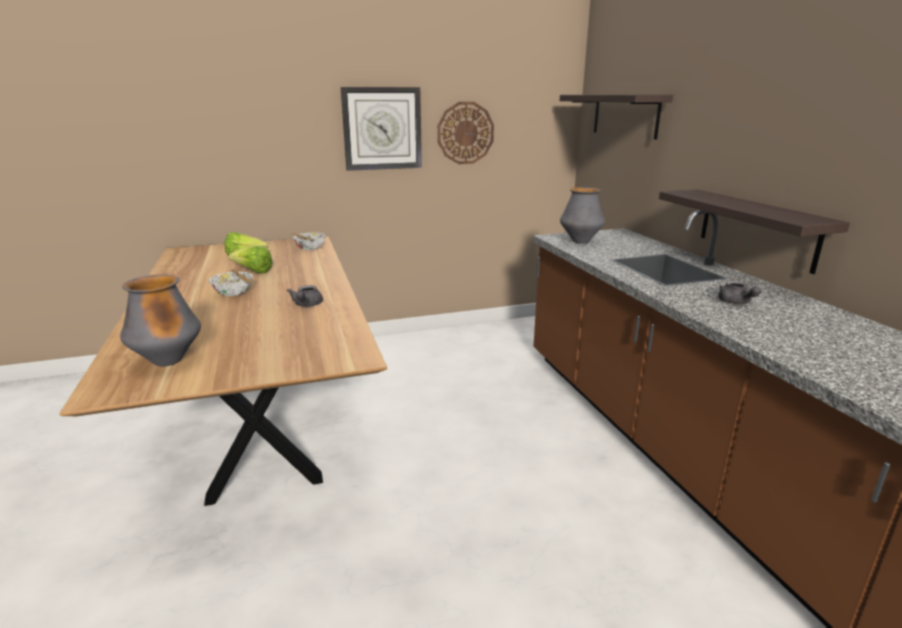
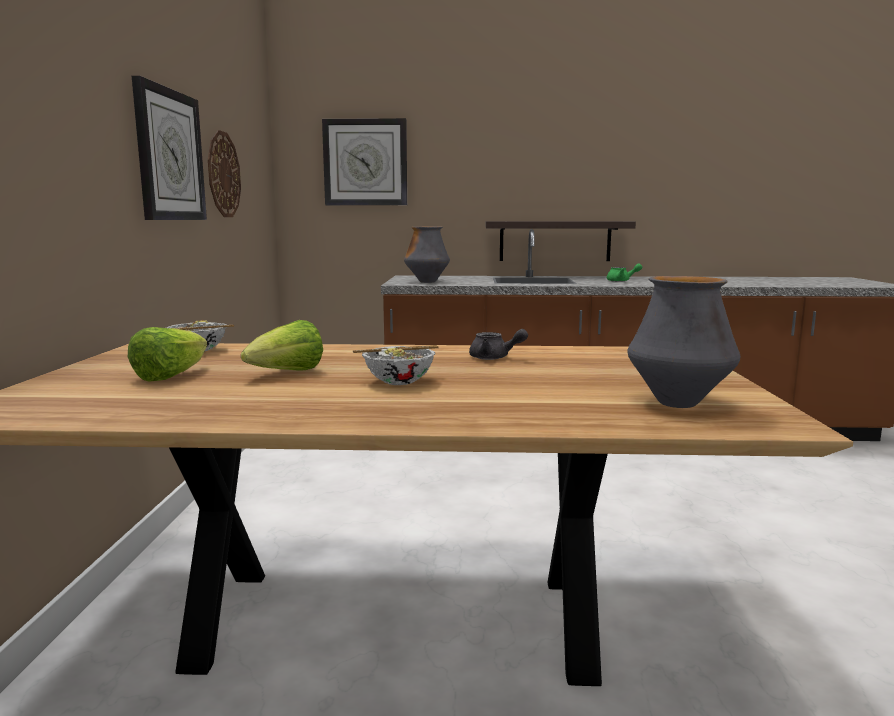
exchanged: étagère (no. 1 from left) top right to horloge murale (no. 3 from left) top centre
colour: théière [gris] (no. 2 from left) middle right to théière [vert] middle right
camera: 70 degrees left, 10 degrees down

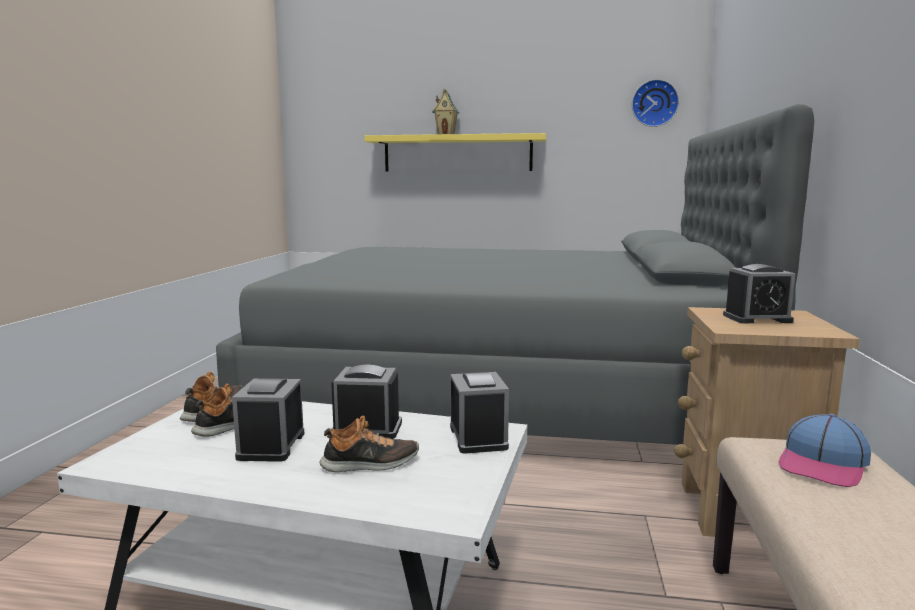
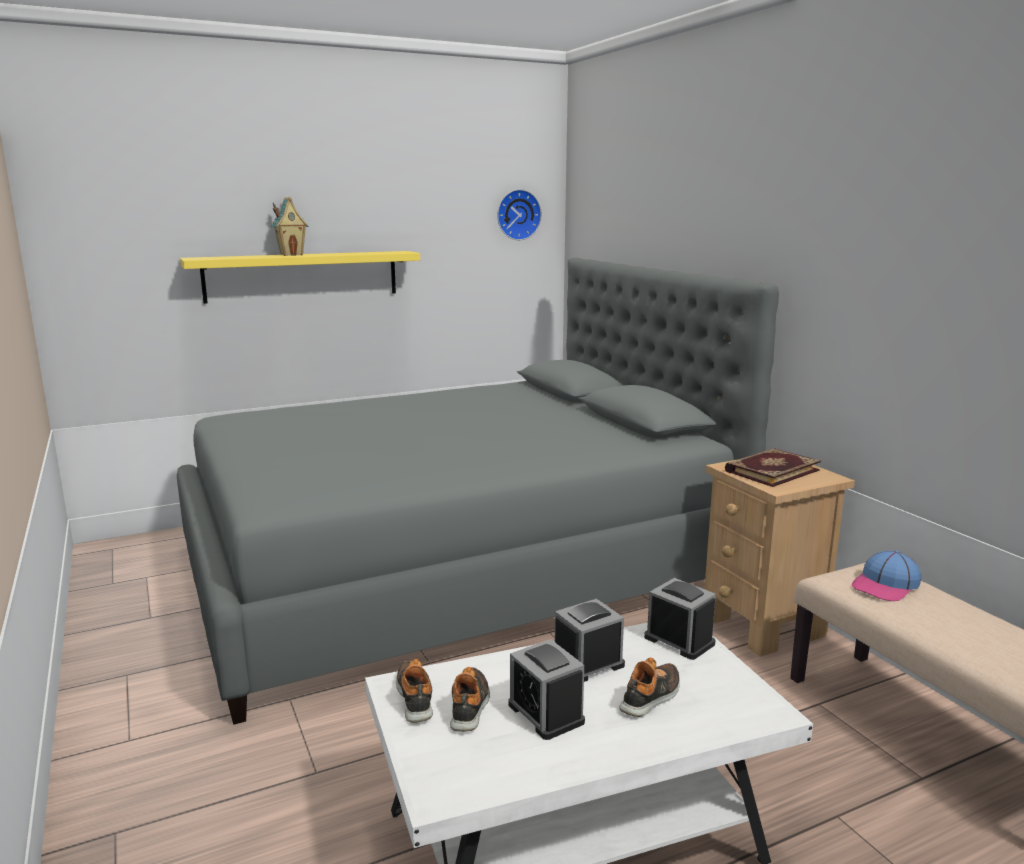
exchanged: réveil (no. 4 from left) middle right to livre middle right
spun: casquette bottom right = middle right 45 degrees clockwise
camera: 35 degrees left, 5 degrees up

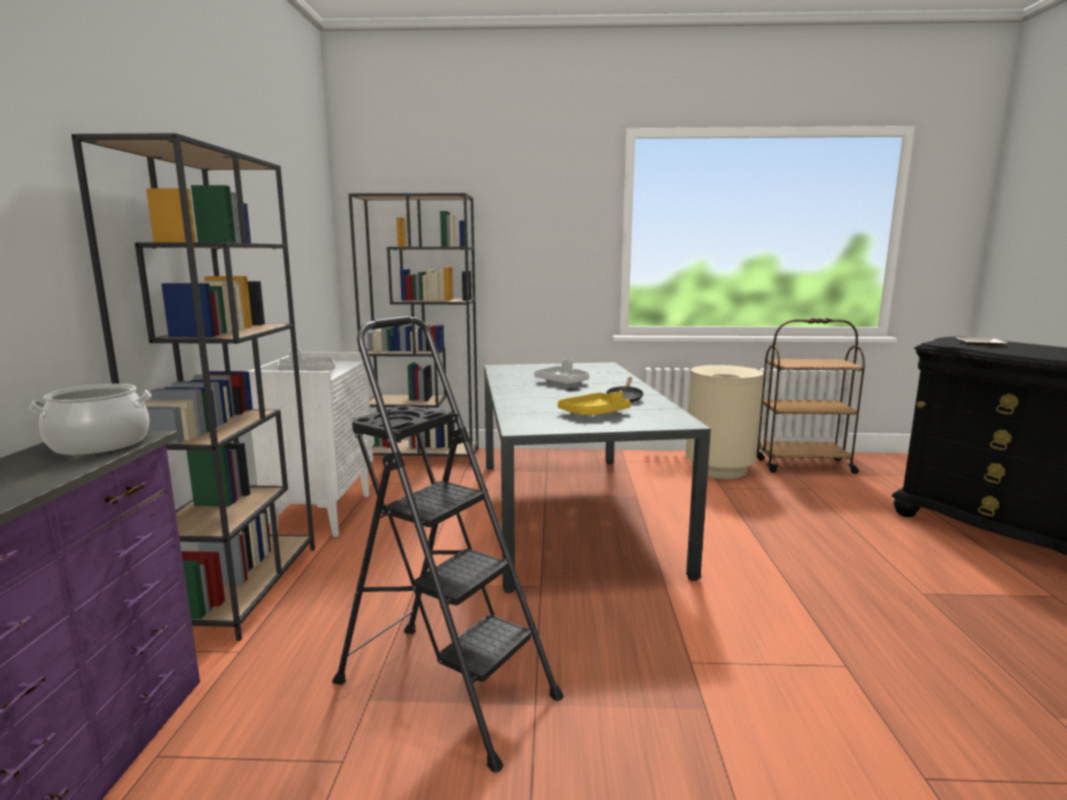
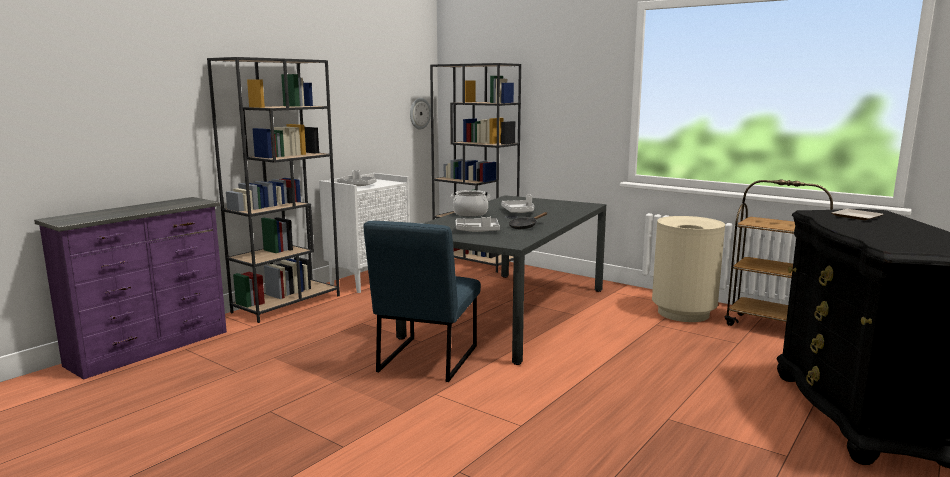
missing: escabeau bottom centre
appeared: chaise [bleu] centre; horloge murale top centre
relocated: marmite middle left to centre
colour: plateau [jaune] centre to plateau [gris] (no. 2 from left) centre
camera: 35 degrees right, 0 degrees up

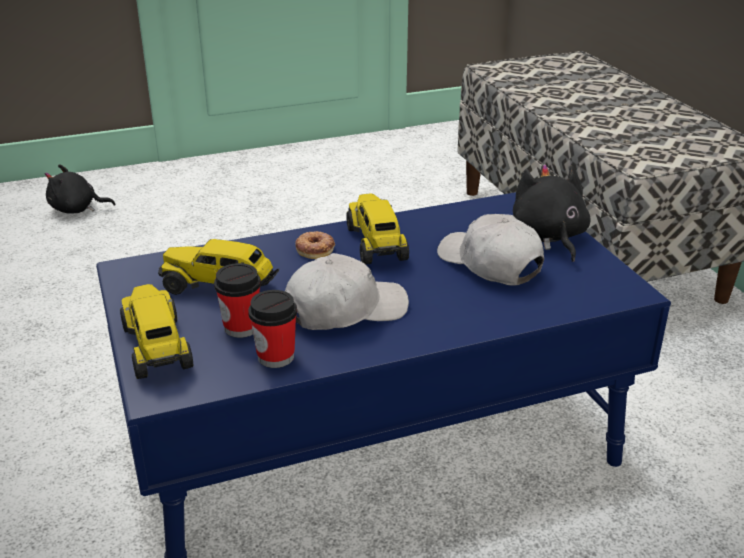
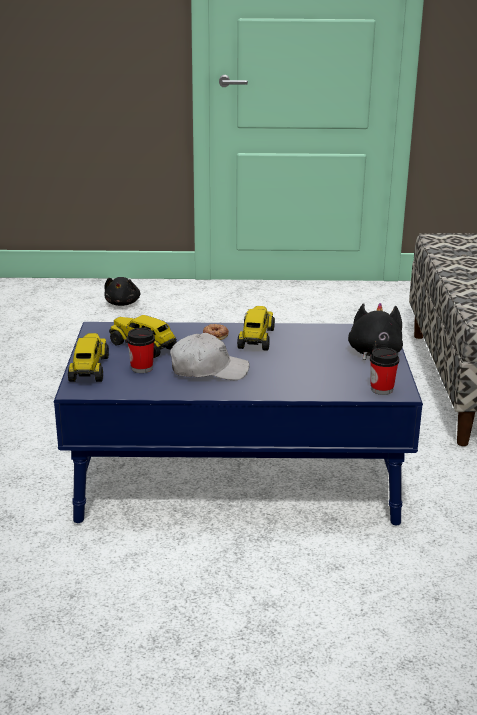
missing: casquette [blanc] (no. 2 from left) centre
relocated: tasse (no. 2 from left) centre to middle right
spun: peluche [noir] (no. 1 from left) middle left = middle left 105 degrees counterclockwise
camera: 20 degrees right, 5 degrees down

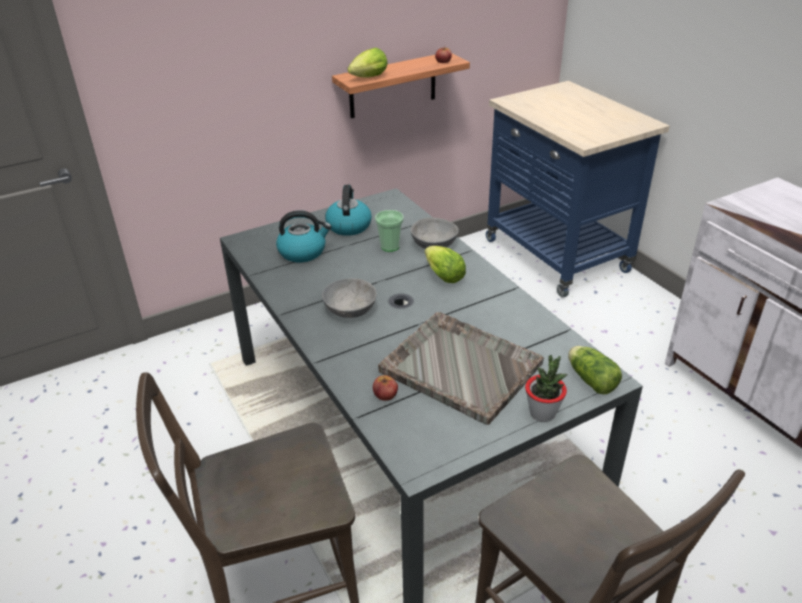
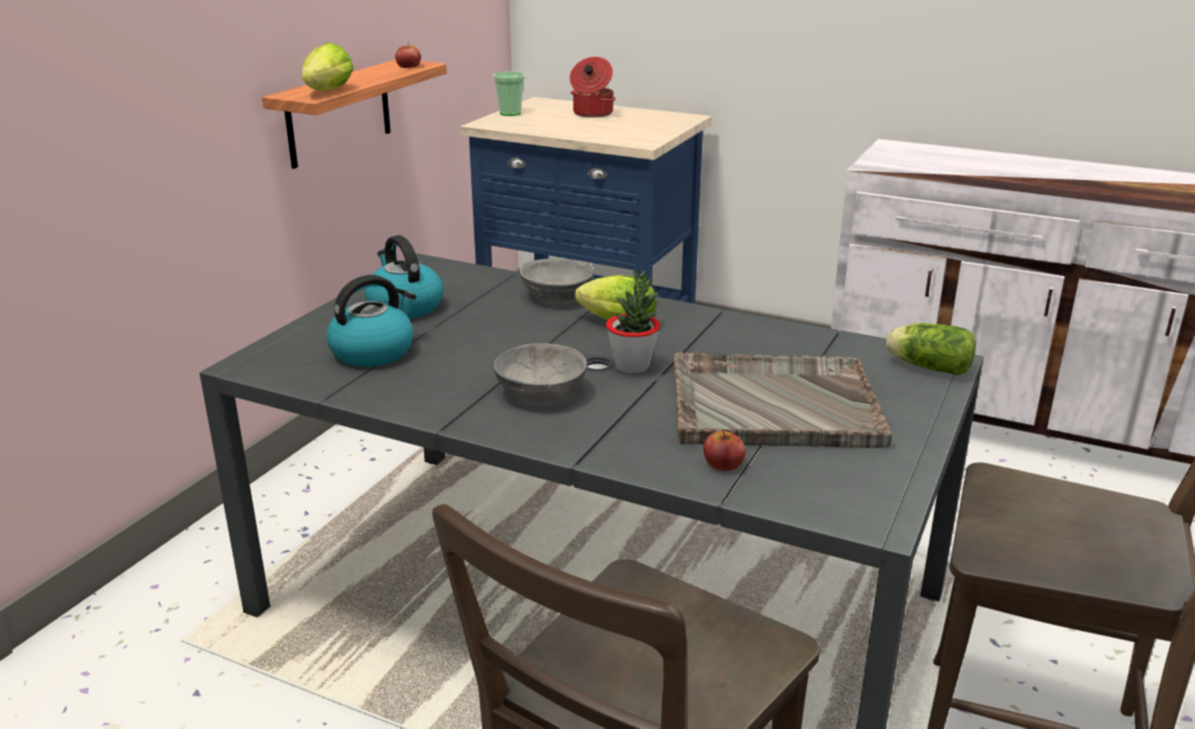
appeared: marmite top centre
relocated: tasse centre to top centre; plante en pot middle right to centre
camera: 35 degrees left, 10 degrees down

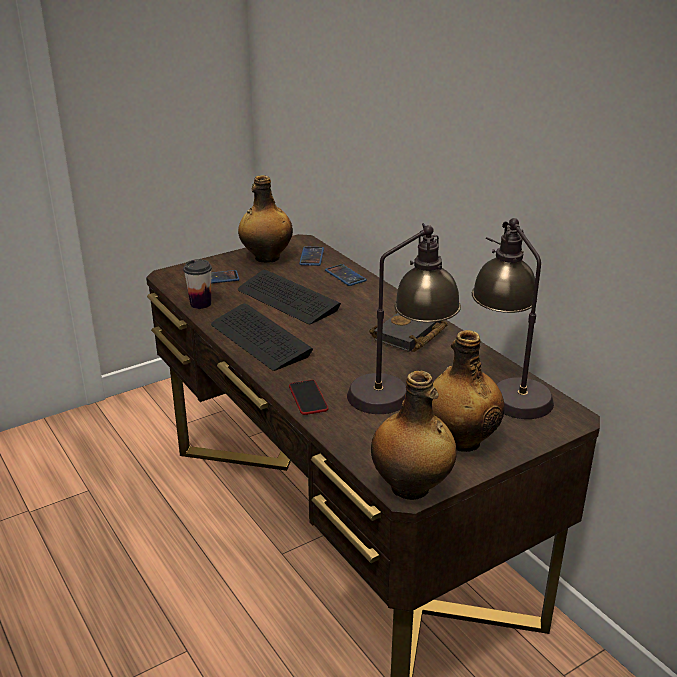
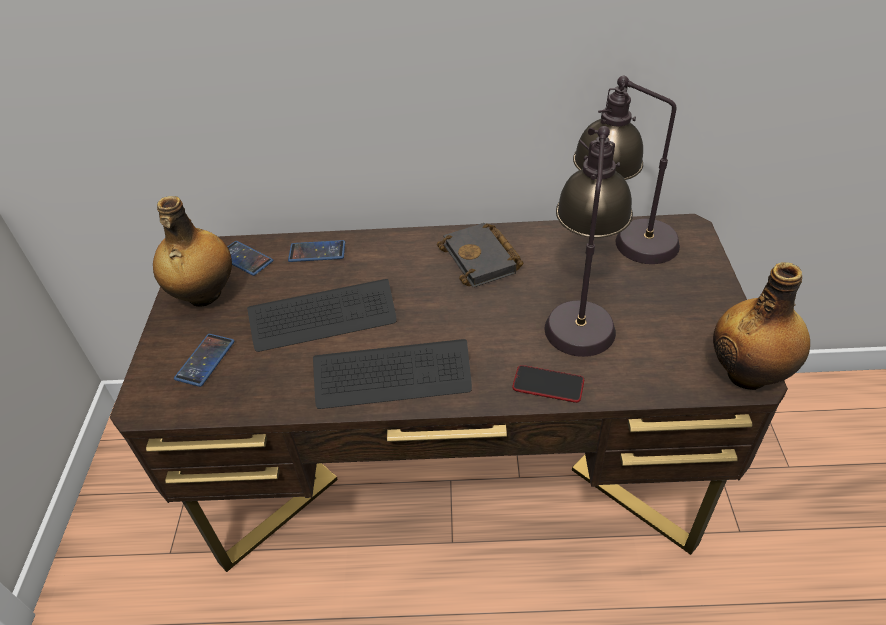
missing: tasse middle left; bouteille (no. 3 from left) middle right
camera: 55 degrees left, 15 degrees up

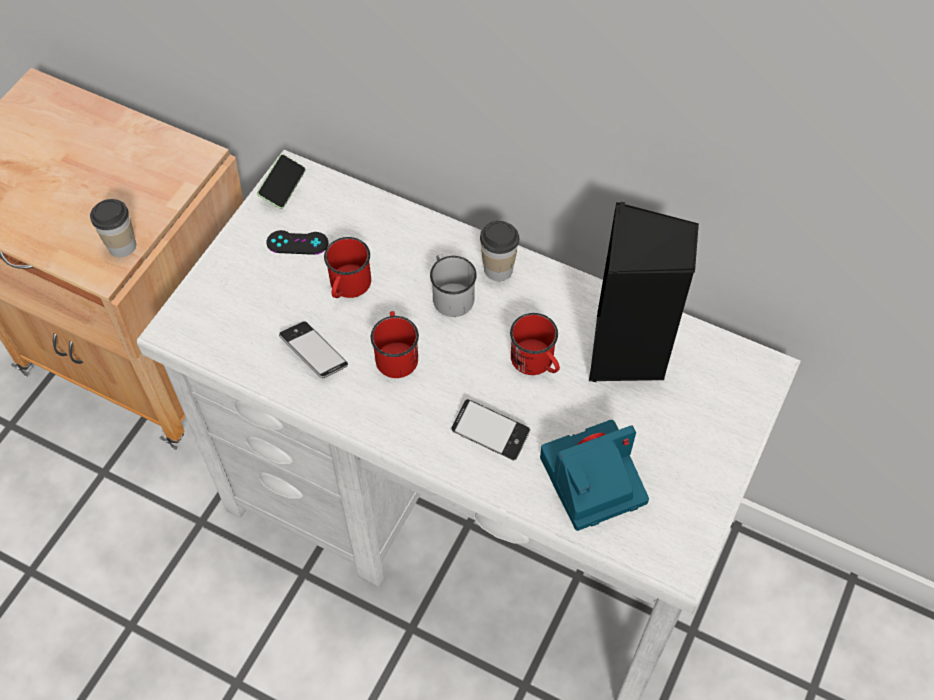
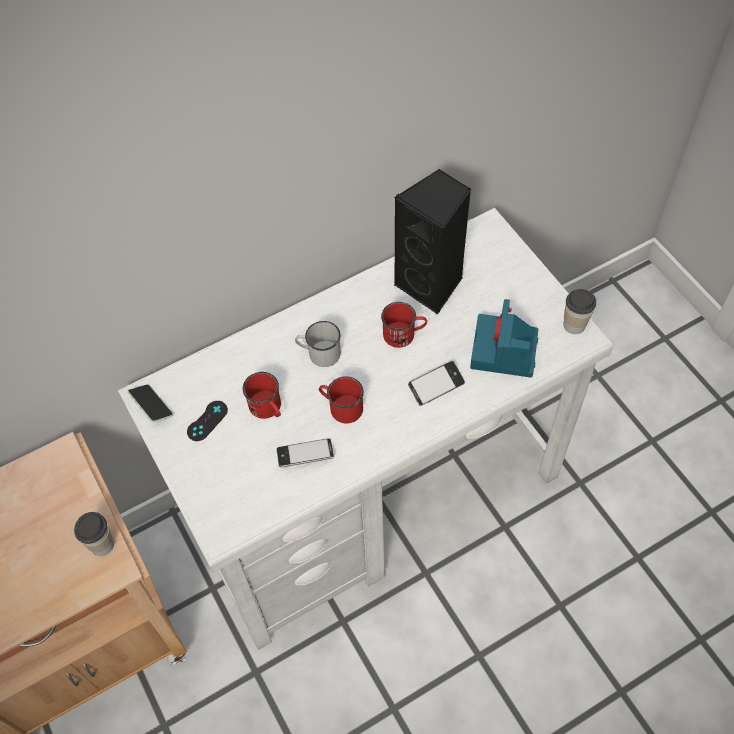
relocated: tasse (no. 2 from left) centre to middle right
camera: 55 degrees left, 0 degrees up

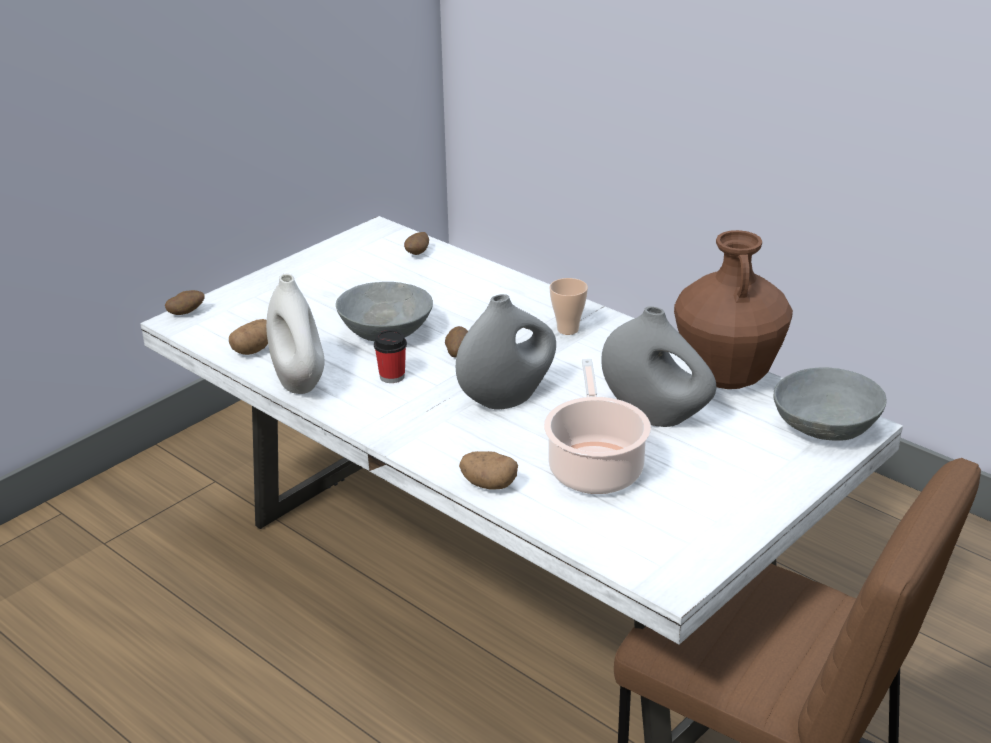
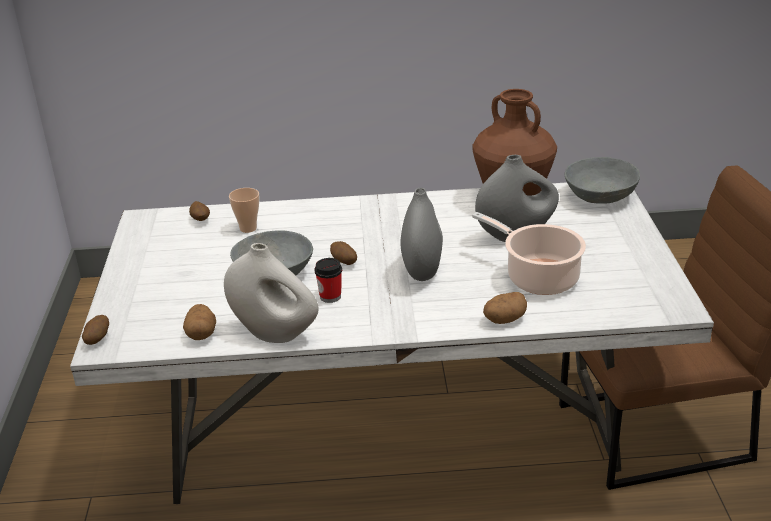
relocated: tasse (no. 2 from left in the first image) centre to tasse (no. 1 from left) middle left
camera: 45 degrees left, 0 degrees up

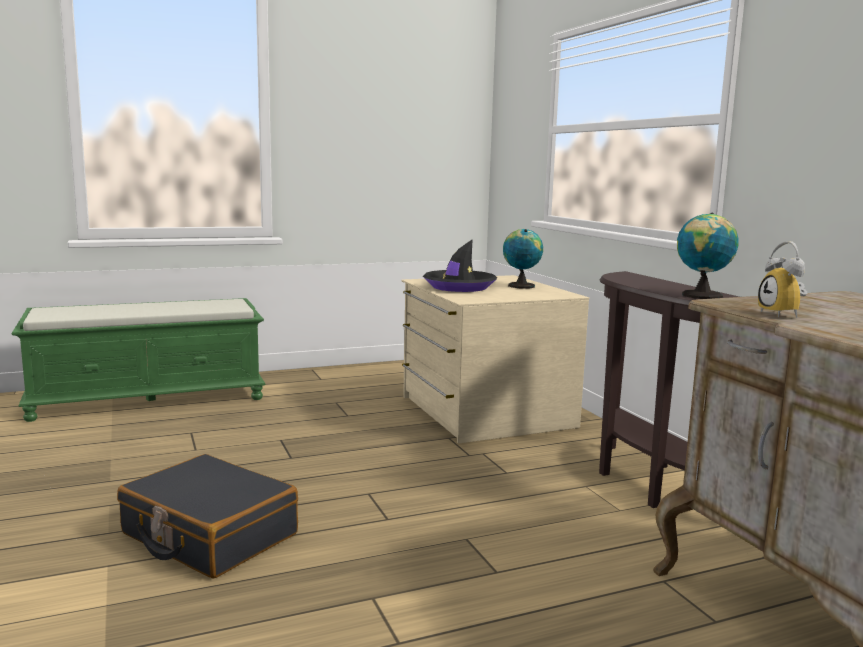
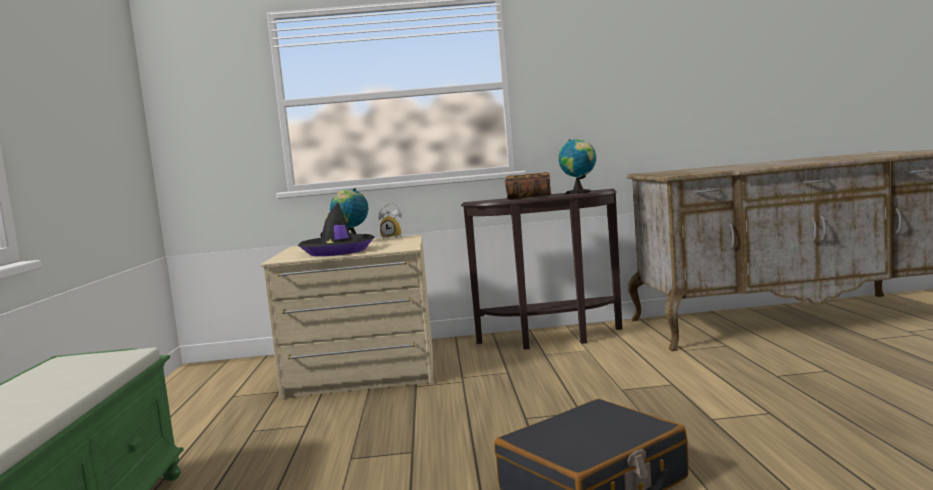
appeared: livre centre
relocated: réveil middle right to centre
camera: 70 degrees left, 5 degrees down

